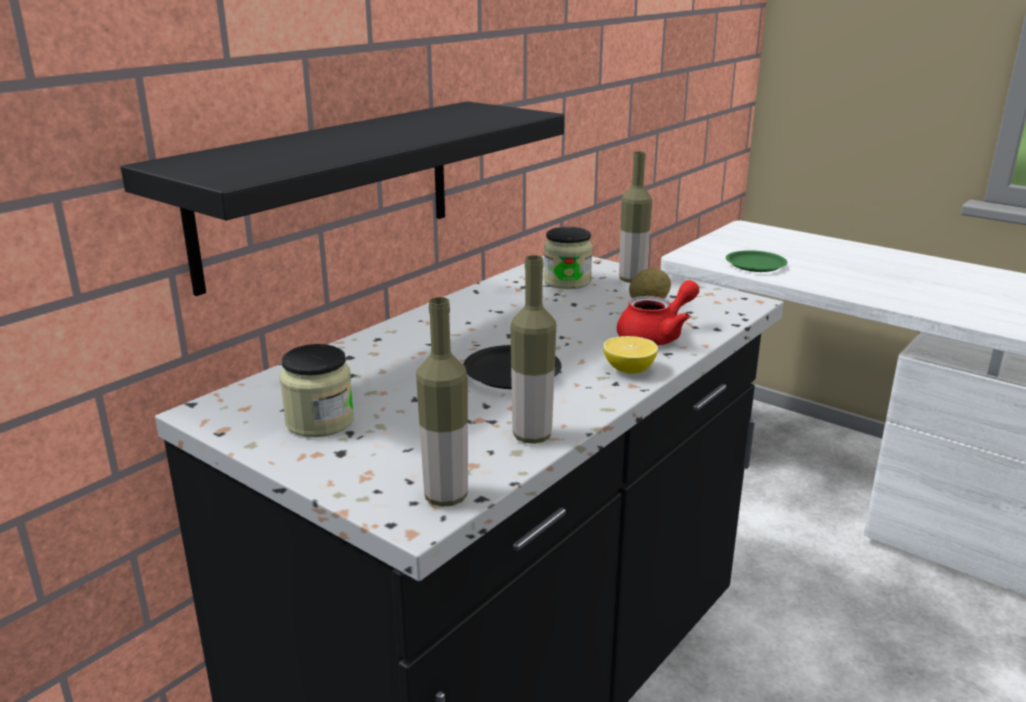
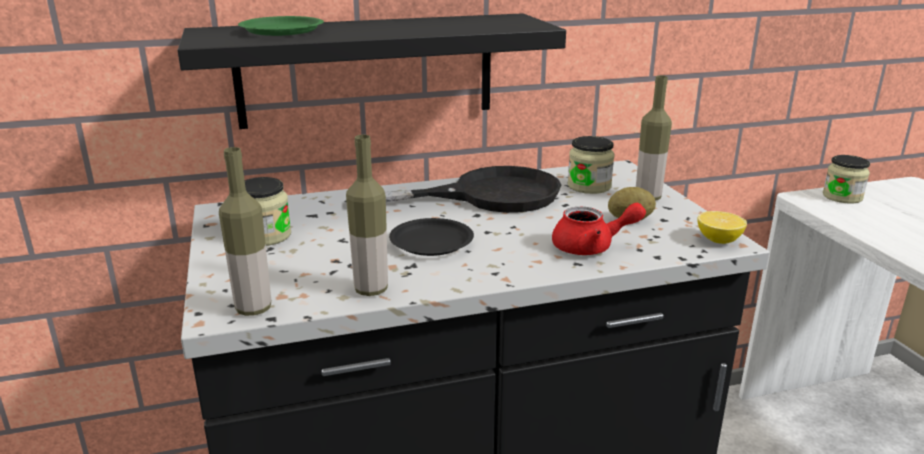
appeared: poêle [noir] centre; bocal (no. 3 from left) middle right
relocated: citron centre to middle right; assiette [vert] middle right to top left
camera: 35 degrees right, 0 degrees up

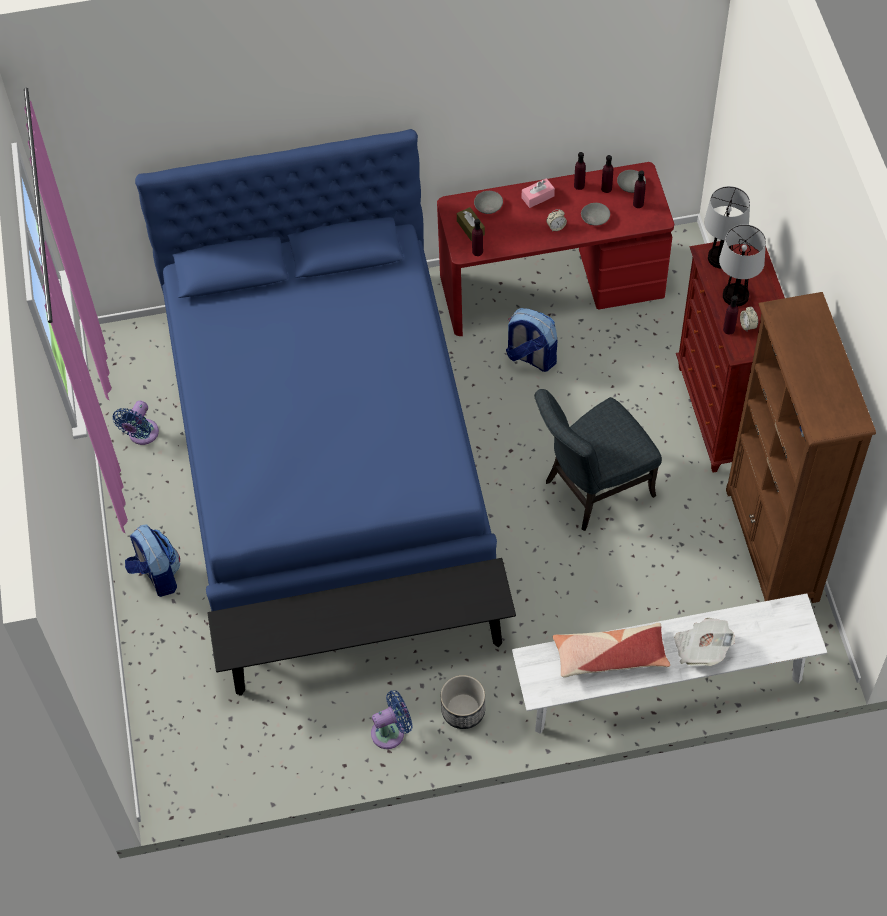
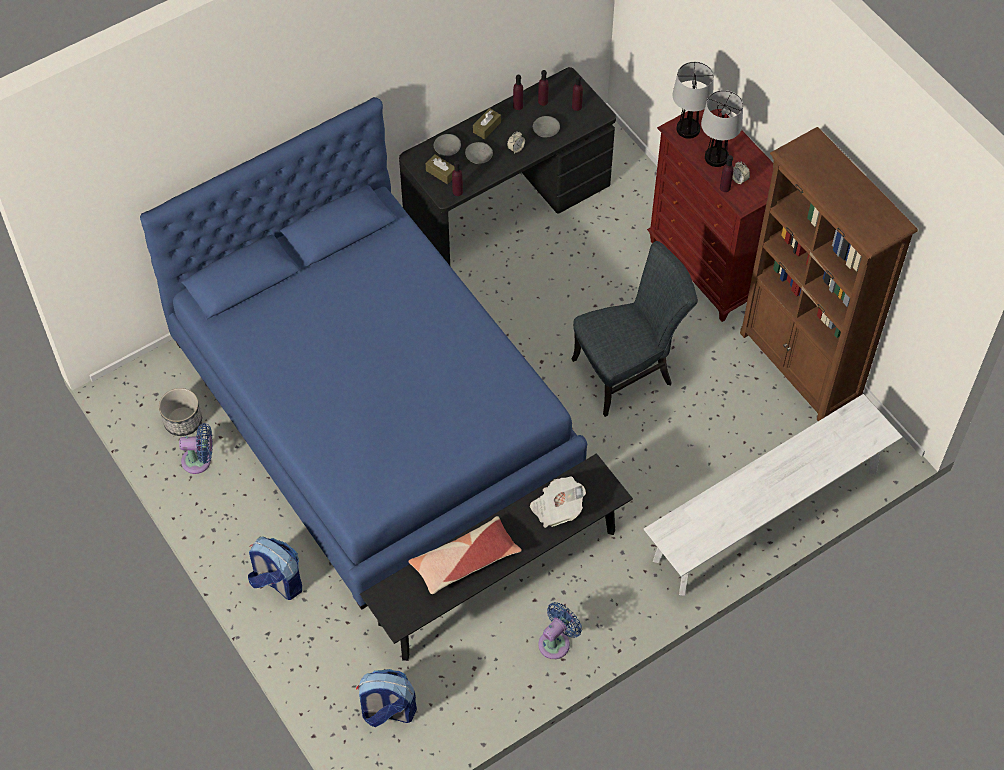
relocated: cache-pot bottom centre to middle left; sac à dos (no. 2 from left) centre to bottom centre; coussin bottom right to bottom centre; bol [gris] (no. 3 from left in the first image) top right to bol [gris] (no. 2 from left) top centre; journal bottom right to centre
colour: bureau [rouge] top centre to bureau [noir] top centre; boîte à mouchoirs [rose] top centre to boîte à mouchoirs [marron] (no. 2 from left) top centre
spun: ventilateur [bleu] (no. 1 from left) middle left = middle left 90 degrees counterclockwise; chaise [gris] middle right = centre 150 degrees counterclockwise
camera: 25 degrees left, 0 degrees up

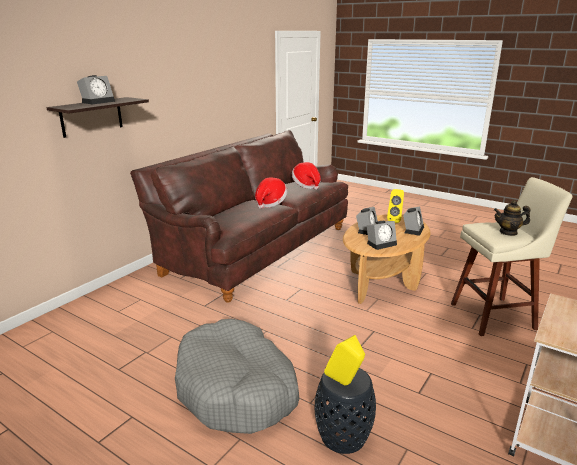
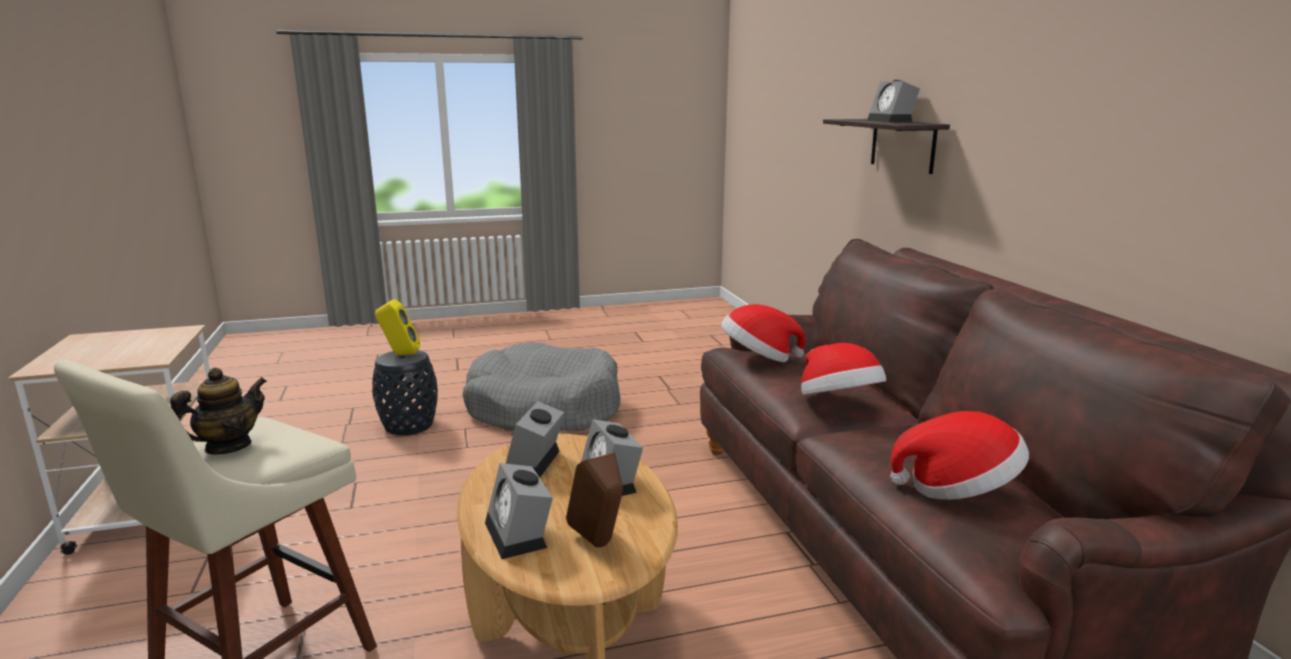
appeared: chapeau (no. 1 from left) centre
colour: enceinte [jaune] (no. 2 from left) middle right to enceinte [marron] bottom centre
camera: 130 degrees right, 5 degrees down

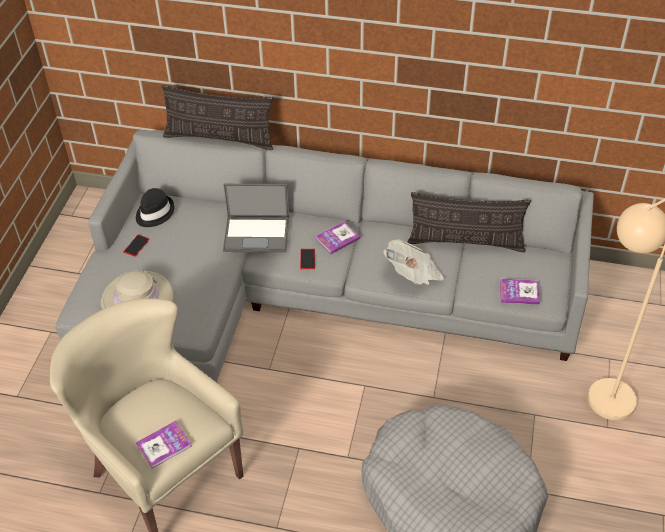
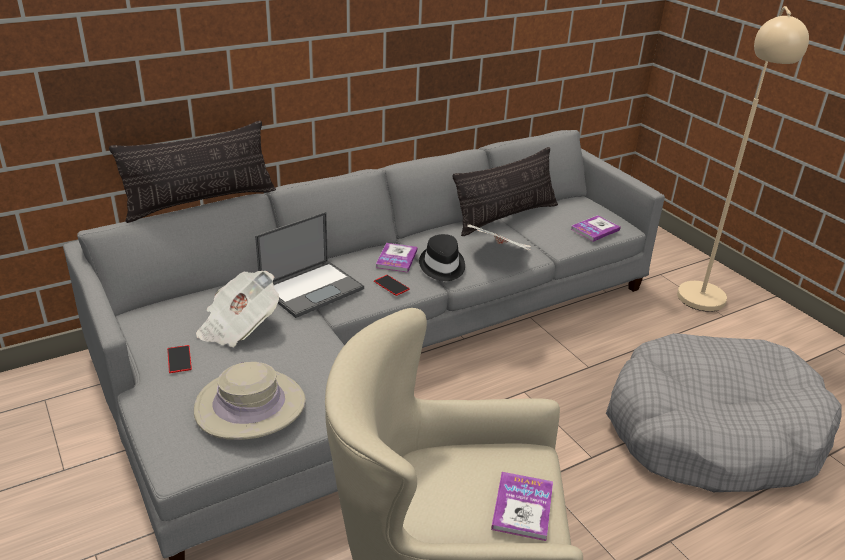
appeared: journal (no. 1 from left) middle left
relocated: chapeau [noir] middle left to centre
camera: 45 degrees left, 15 degrees down

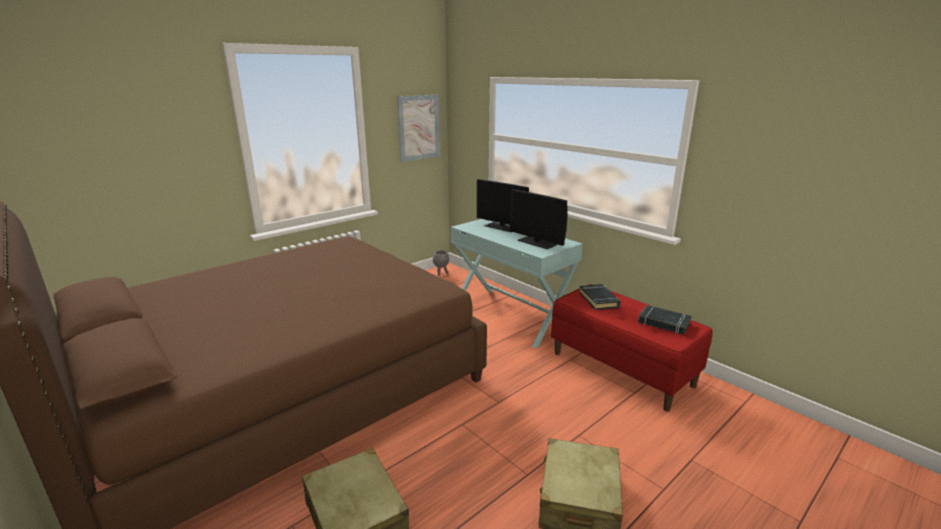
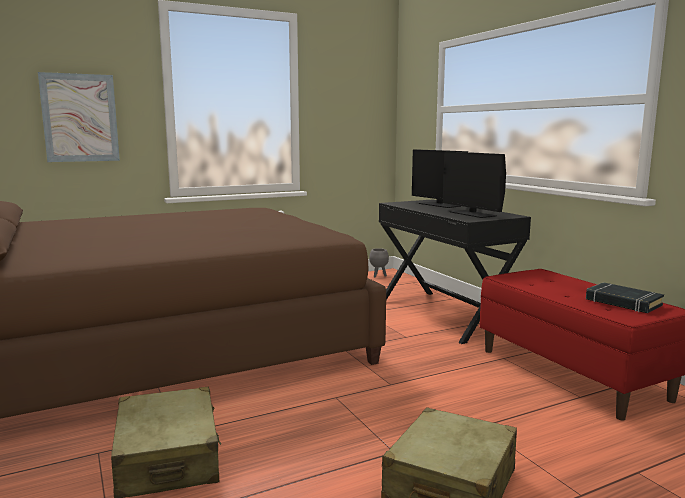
missing: livre [noir] (no. 1 from left) centre
relocated: tableau top centre to top left
colour: bureau [turquoise] centre to bureau [noir] centre
camera: 15 degrees right, 10 degrees down

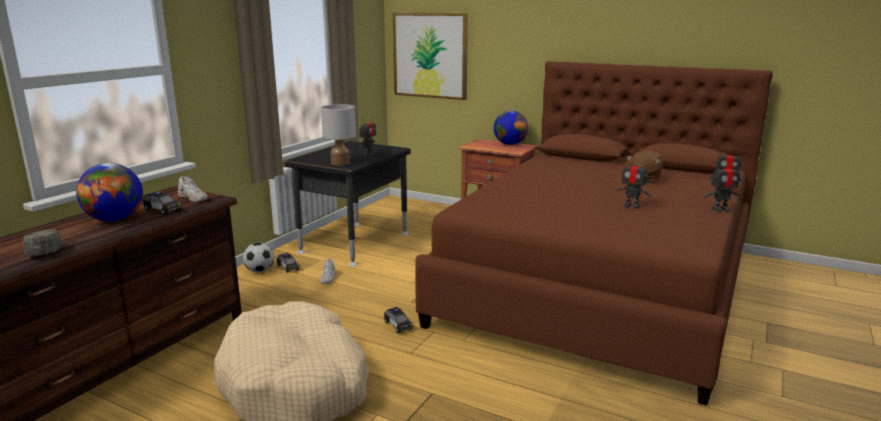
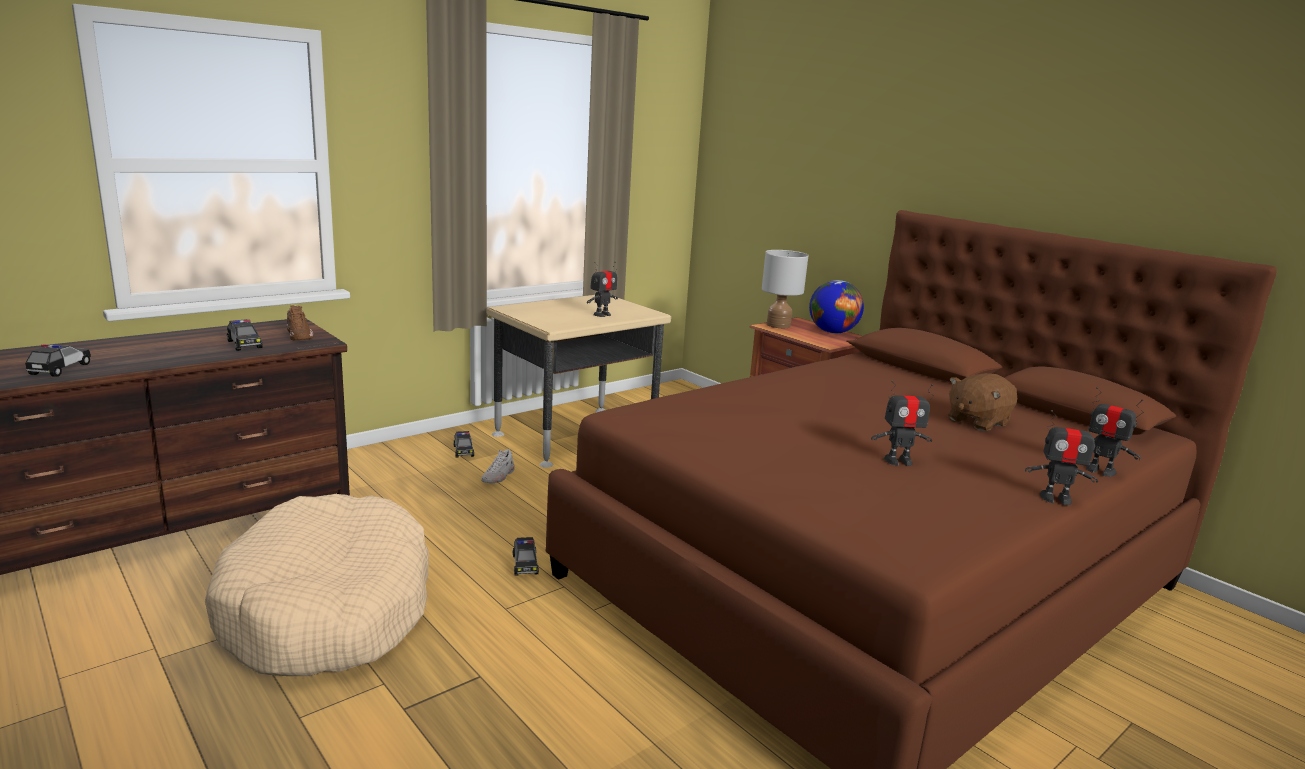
missing: globe (no. 1 from left) middle left; ballon de foot middle left; tableau top centre
relocated: lampe de table [gris] top centre to centre
exchanged: casquette [gris] middle left to petite voiture (no. 1 from left) middle left
colour: chaussure [blanc] (no. 1 from left) middle left to chaussure [marron] middle left; bureau [noir] centre to bureau [beige] centre
spun: robot jouet (no. 2 from left) middle right = middle right 60 degrees counterclockwise
camera: 20 degrees right, 0 degrees up

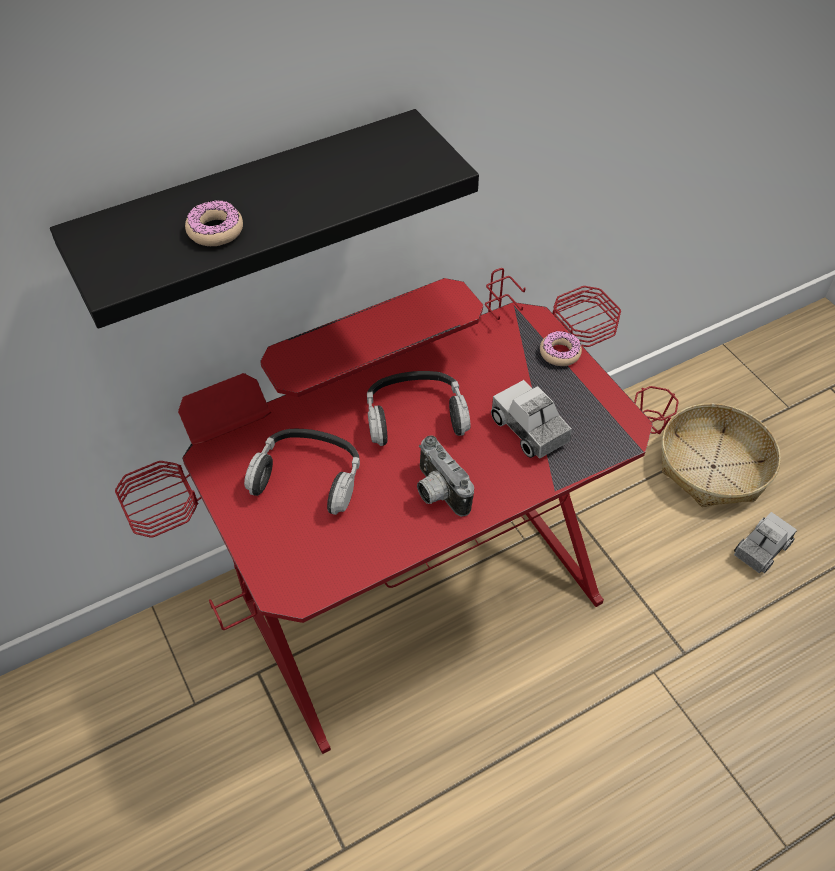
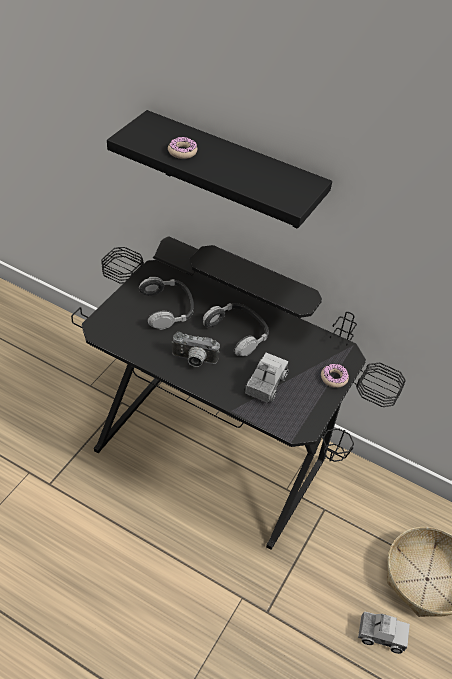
colour: bureau [rouge] centre to bureau [noir] centre
spun: appareil photo centre = centre 105 degrees counterclockwise
camera: 55 degrees right, 5 degrees down

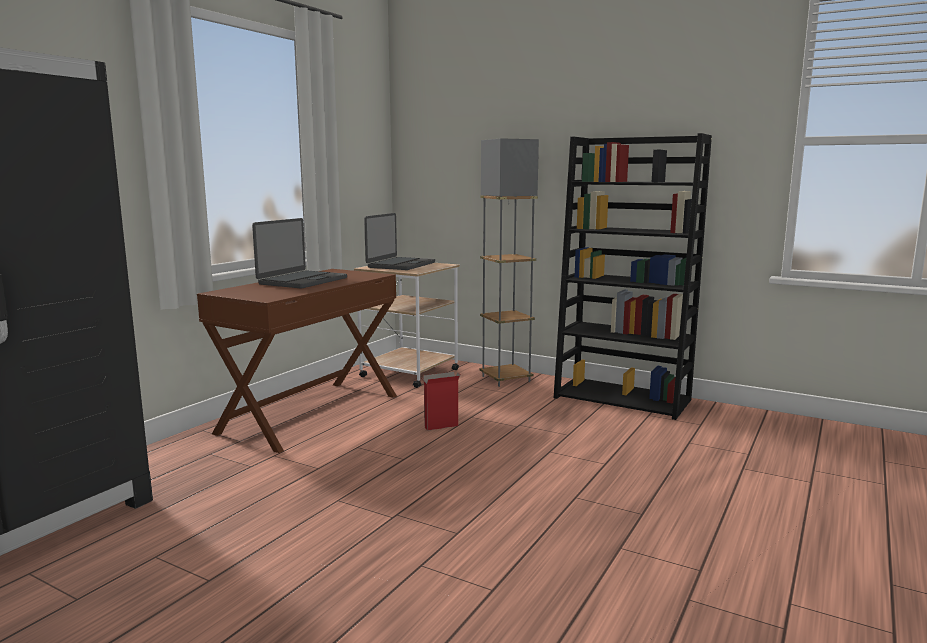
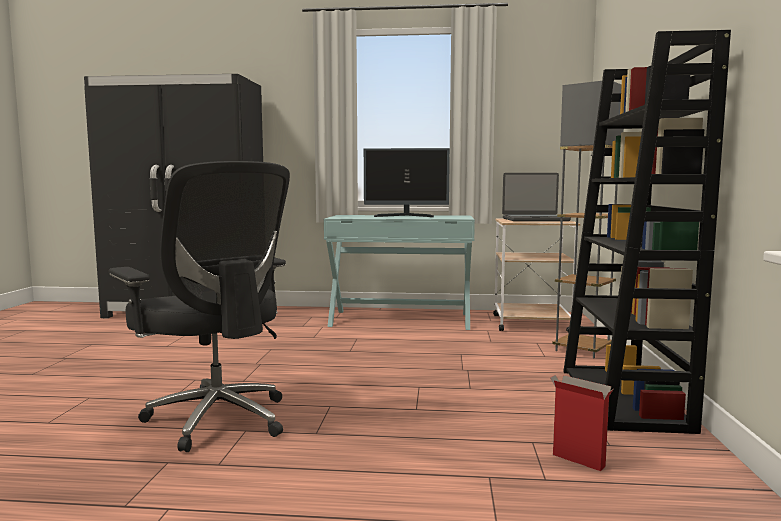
appeared: chaise de bureau middle left
relocated: carton centre to bottom right
exchanged: ordinateur portable (no. 1 from left) middle left to écran d'ordinateur centre
colour: bureau [marron] middle left to bureau [turquoise] centre
camera: 65 degrees right, 5 degrees down

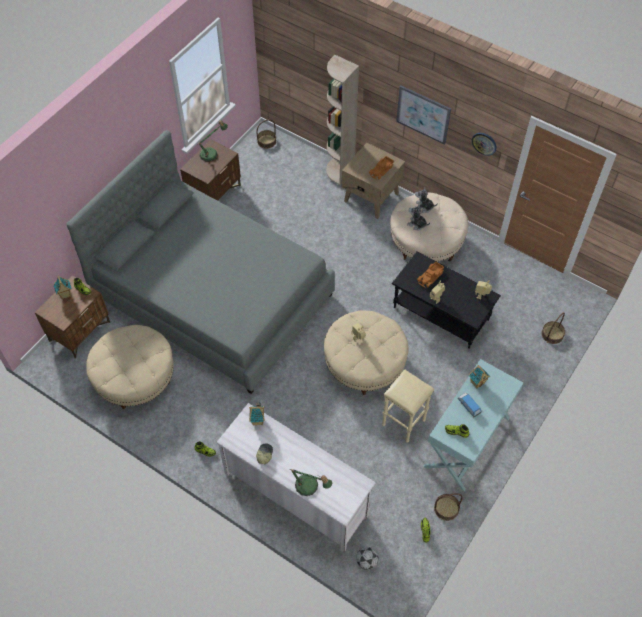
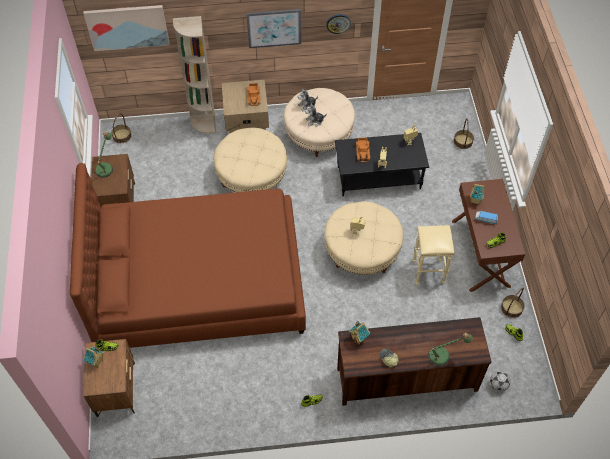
appeared: tableau (no. 1 from left) top left
relocated: pouf [beige] (no. 1 from left) middle left to centre
colour: lit [gris] middle left to lit [marron] middle left; commode [blanc] bottom centre to commode [marron] bottom right; bureau [turquoise] bottom right to bureau [marron] middle right
camera: 40 degrees left, 0 degrees up

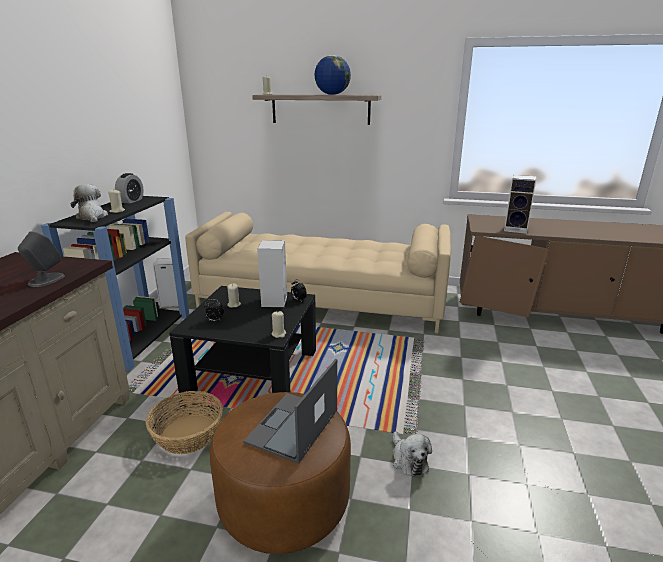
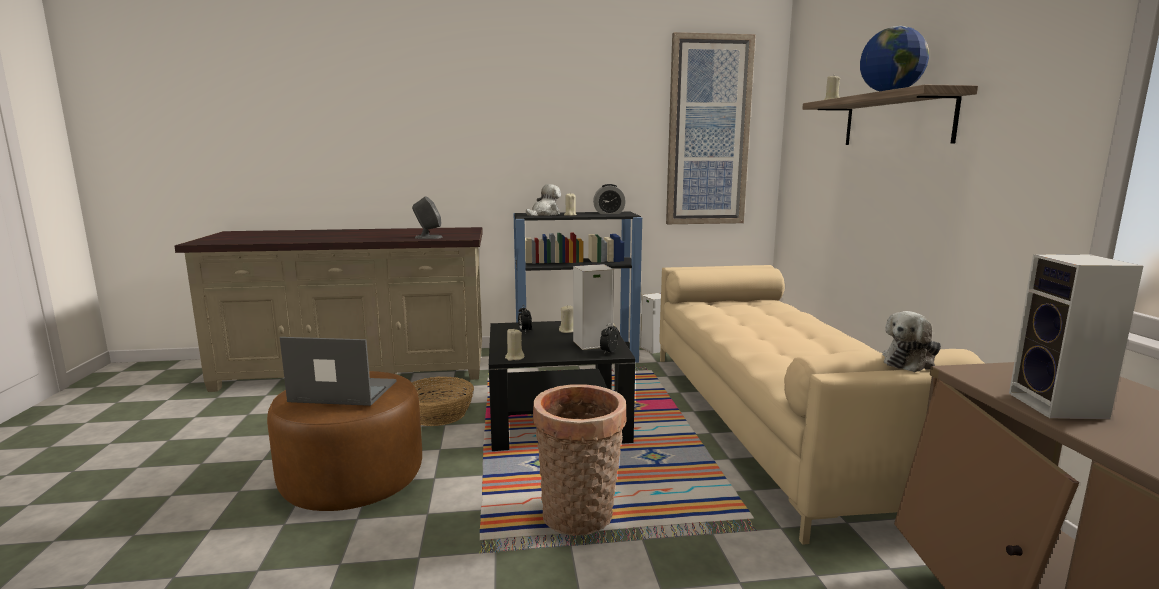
appeared: panier (no. 2 from left) bottom centre; tableau top centre
relocated: peluche (no. 2 from left) bottom centre to middle right
camera: 70 degrees right, 10 degrees down

